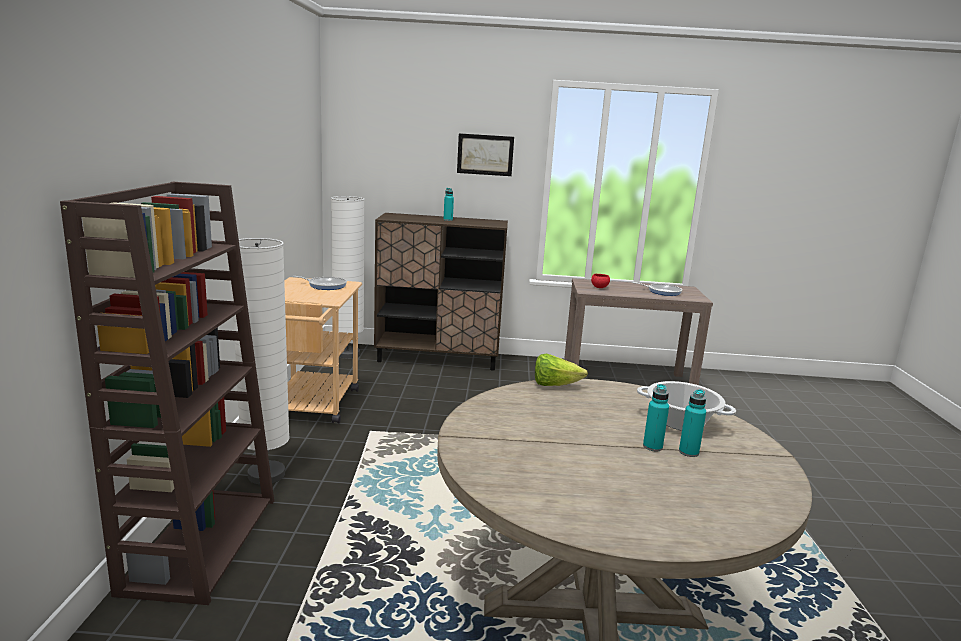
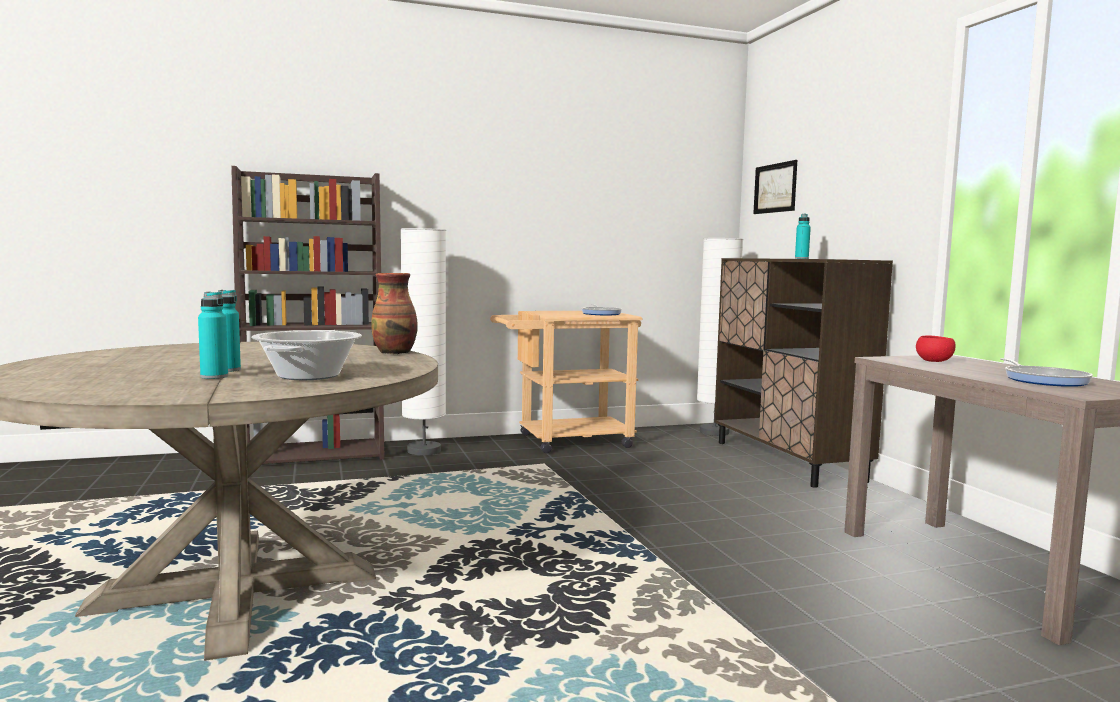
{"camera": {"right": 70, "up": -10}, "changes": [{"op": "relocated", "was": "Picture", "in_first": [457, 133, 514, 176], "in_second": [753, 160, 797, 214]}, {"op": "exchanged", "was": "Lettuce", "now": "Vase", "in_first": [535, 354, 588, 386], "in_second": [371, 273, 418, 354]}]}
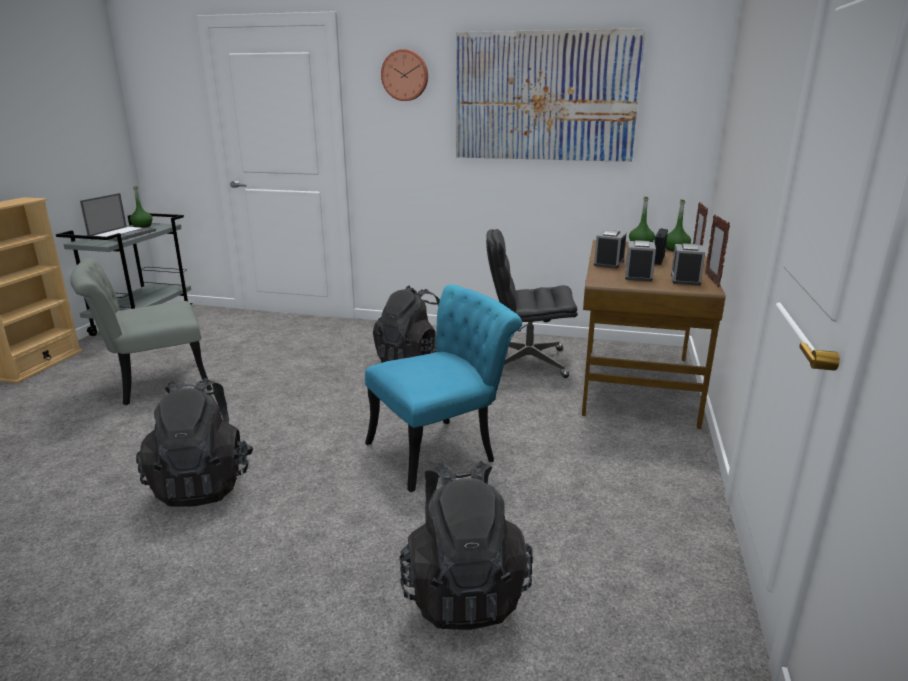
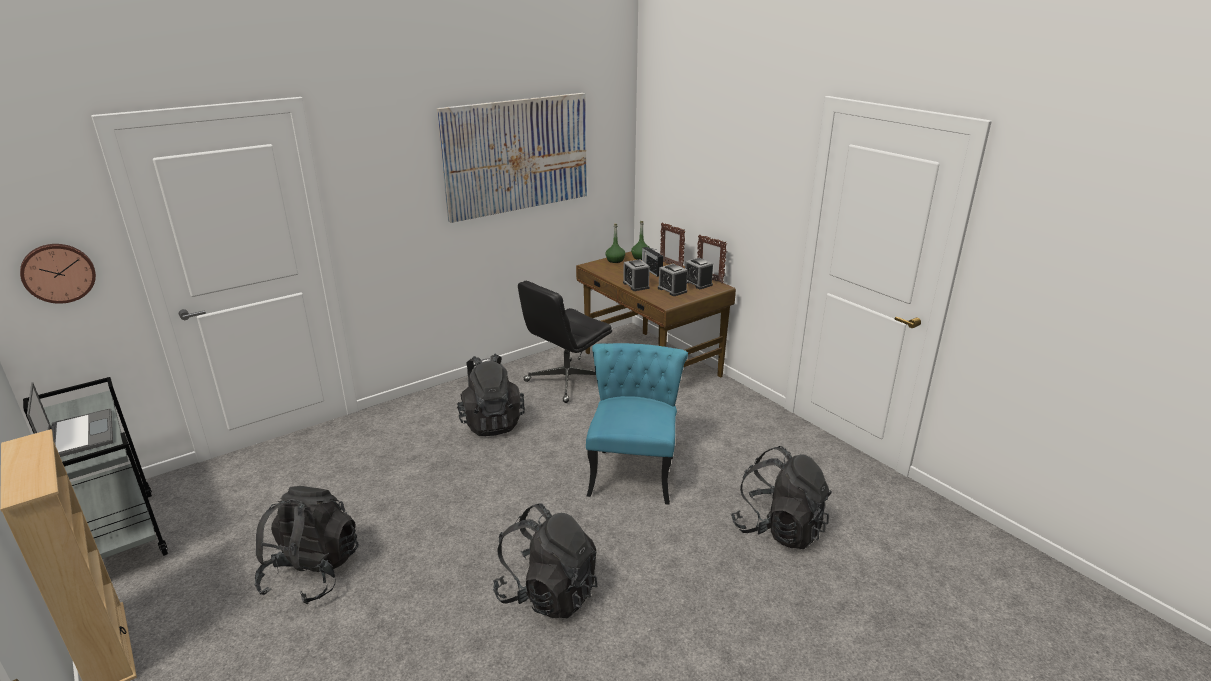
{"camera": {"right": -50, "up": 5}, "changes": [{"op": "relocated", "was": "WallClock", "in_first": [381, 49, 428, 101], "in_second": [20, 244, 96, 304]}, {"op": "missing", "was": "GreenBottle", "in_first": [130, 186, 153, 228]}, {"op": "exchanged", "was": "GreyChair", "now": "BlackBackpack", "in_first": [70, 258, 212, 405], "in_second": [254, 486, 359, 604]}]}
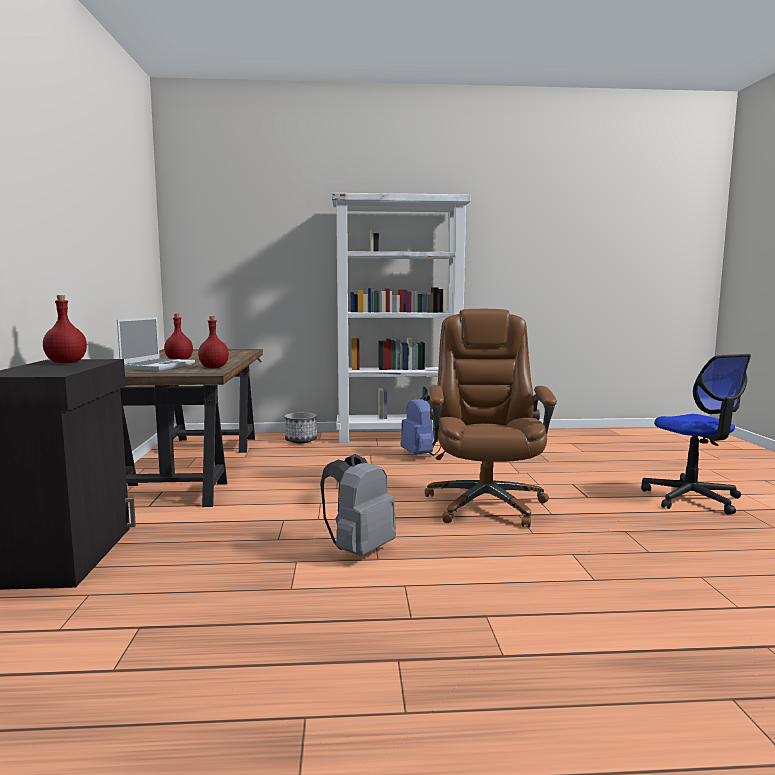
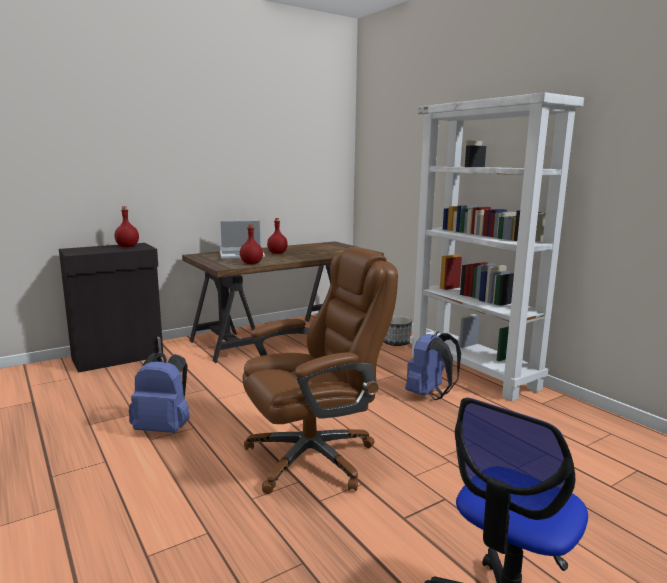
{"camera": {"right": 60, "up": 5}, "changes": [{"op": "colour", "was": "GreyBackpack", "now": "BlueBackpack", "in_first": [320, 454, 396, 556], "in_second": [129, 353, 190, 433]}]}
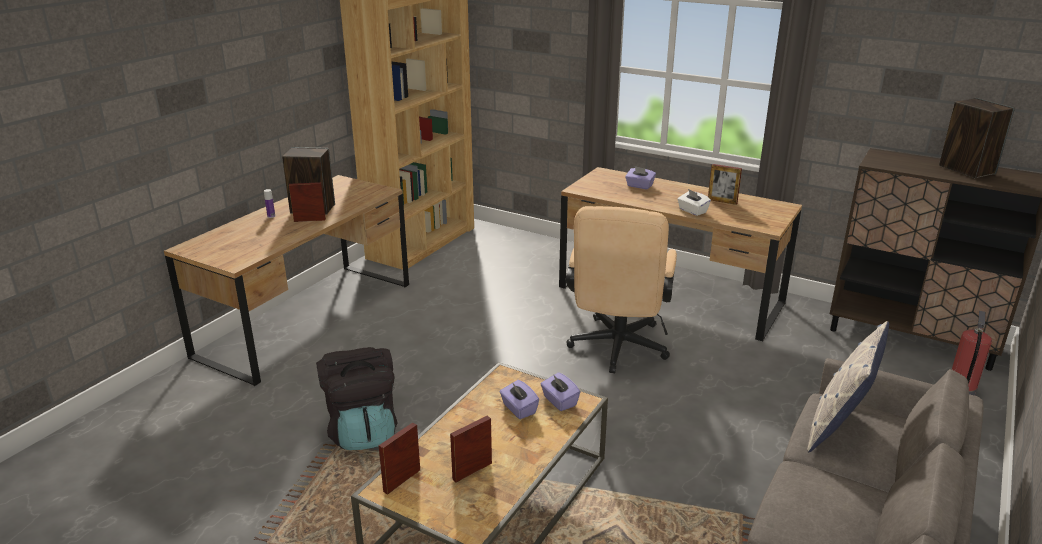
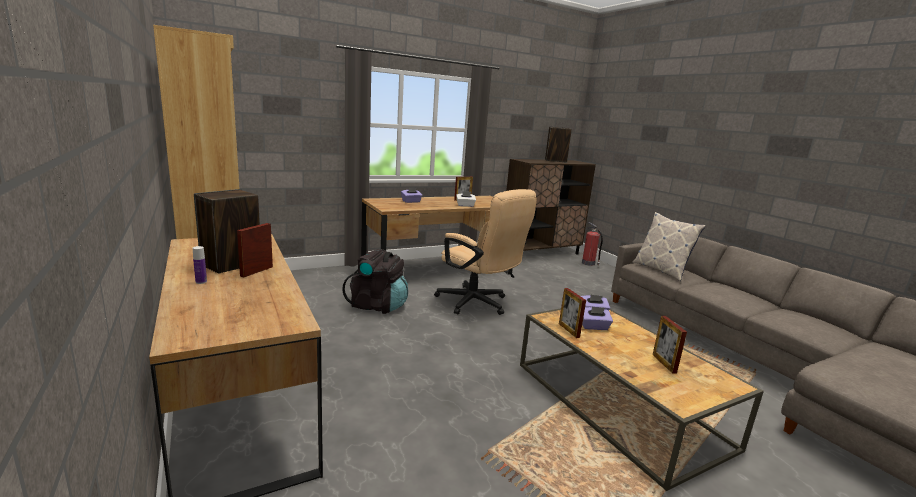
{"camera": {"right": -60, "up": -10}, "changes": [{"op": "relocated", "was": "BlackBackpack", "in_first": [316, 347, 398, 450], "in_second": [342, 249, 408, 314]}, {"op": "relocated", "was": "PictureFrame", "in_first": [379, 422, 420, 495], "in_second": [559, 288, 586, 338]}]}
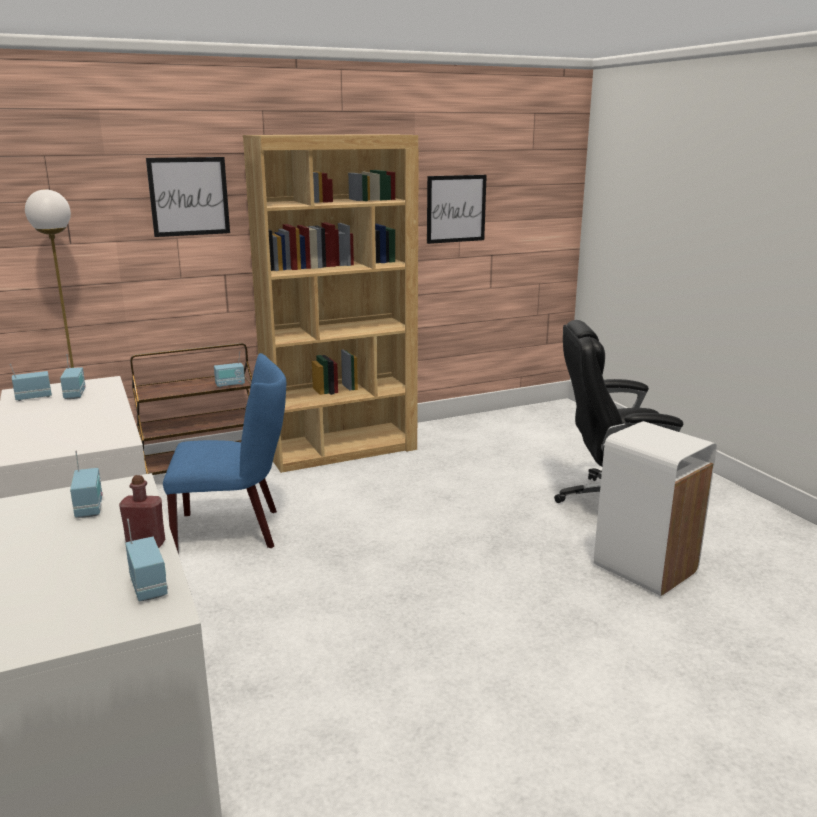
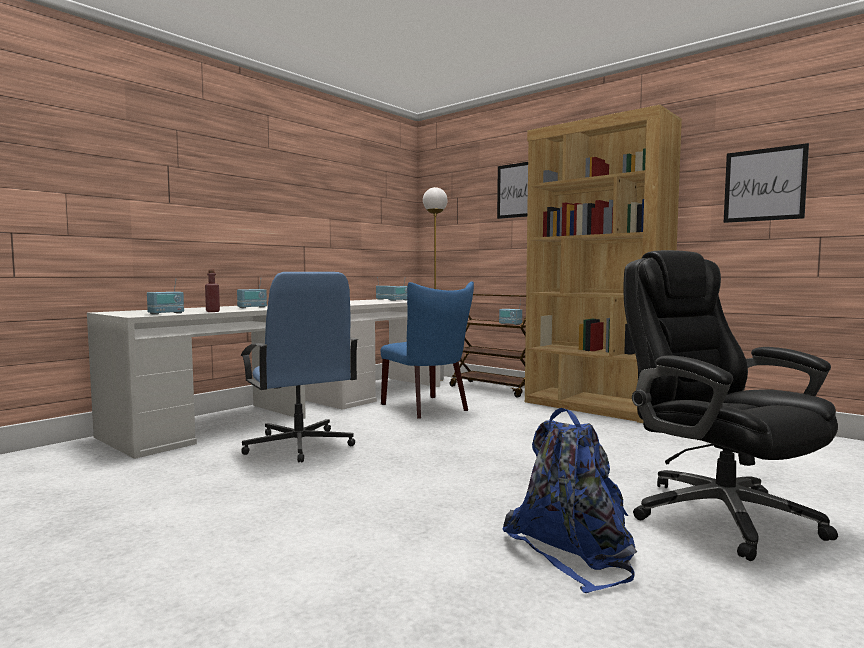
{"camera": {"right": 65, "up": -15}, "changes": [{"op": "exchanged", "was": "WhiteTrashCan", "now": "BlueBackpack", "in_first": [594, 421, 717, 596], "in_second": [503, 408, 637, 593]}, {"op": "appeared", "now": "BlueOfficeChair", "in_second": [240, 272, 359, 462]}]}
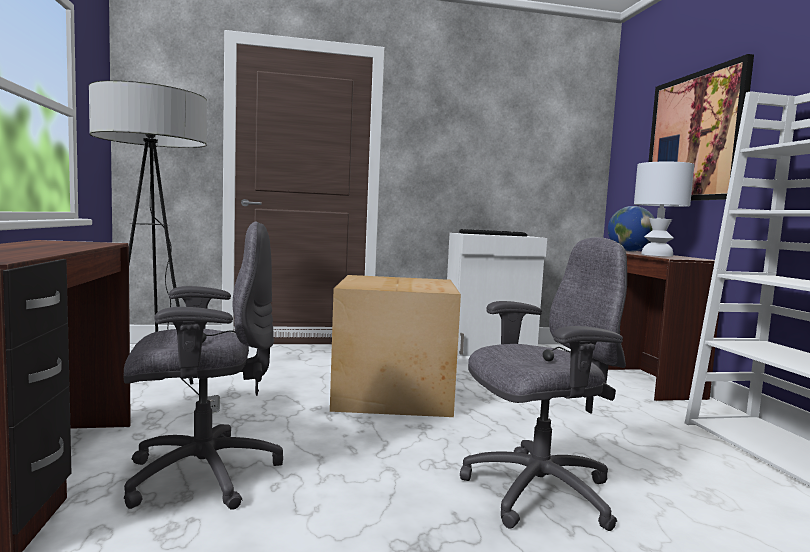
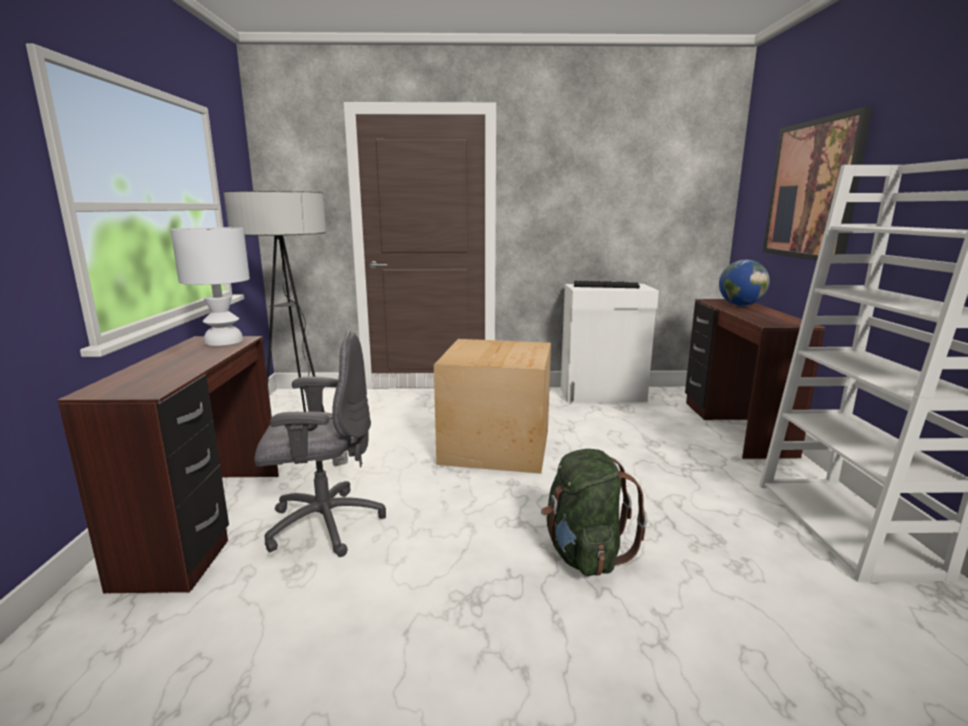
{"camera": {"right": 10, "up": 10}, "changes": [{"op": "relocated", "was": "WhiteTableLamp", "in_first": [634, 162, 694, 257], "in_second": [170, 227, 250, 346]}, {"op": "exchanged", "was": "GreyOfficeChair", "now": "GreenBackpack", "in_first": [460, 237, 627, 531], "in_second": [541, 449, 648, 576]}]}
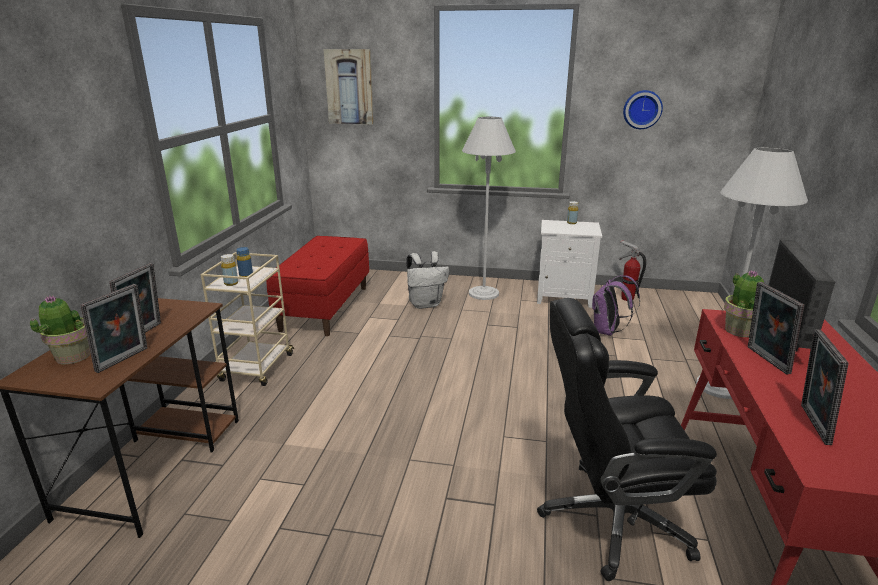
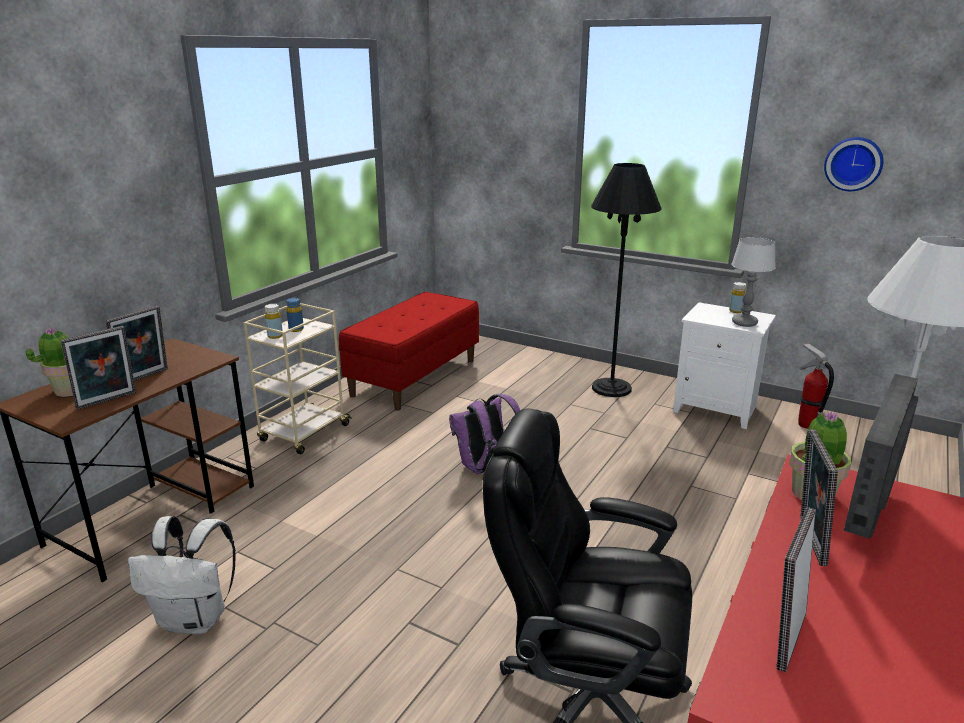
{"camera": {"right": 20, "up": 0}, "changes": [{"op": "missing", "was": "Picture", "in_first": [324, 49, 374, 124]}, {"op": "colour", "was": "WhiteFloorLamp", "now": "BlackFloorLamp", "in_first": [462, 117, 516, 300], "in_second": [591, 163, 661, 397]}, {"op": "relocated", "was": "WhiteBackpack", "in_first": [406, 251, 449, 309], "in_second": [128, 516, 236, 634]}, {"op": "relocated", "was": "PurpleBackpack", "in_first": [592, 275, 640, 336], "in_second": [449, 394, 520, 474]}, {"op": "appeared", "now": "TableLamp", "in_second": [732, 237, 776, 327]}]}
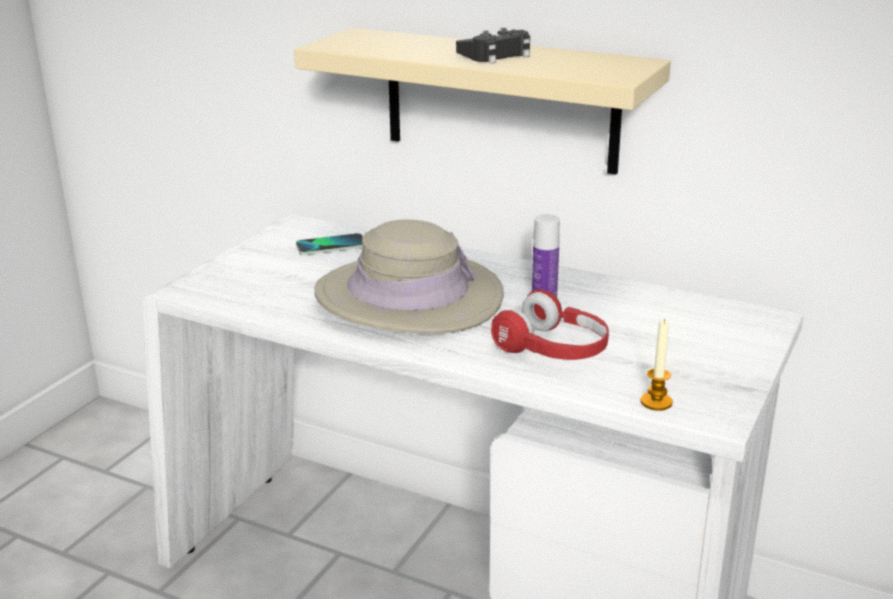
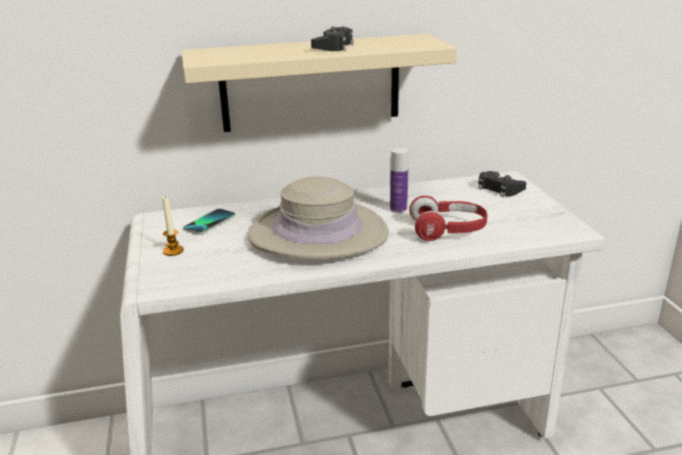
{"camera": {"right": -40, "up": 0}, "changes": [{"op": "relocated", "was": "Candle", "in_first": [641, 319, 673, 411], "in_second": [162, 197, 184, 256]}, {"op": "appeared", "now": "BlackGameController", "in_second": [478, 171, 526, 197]}]}
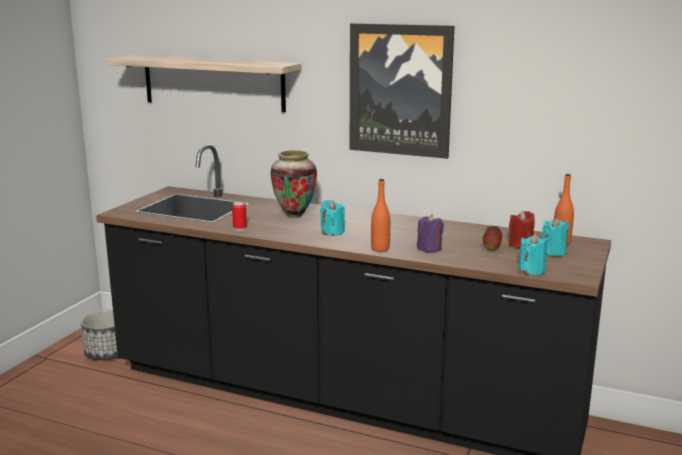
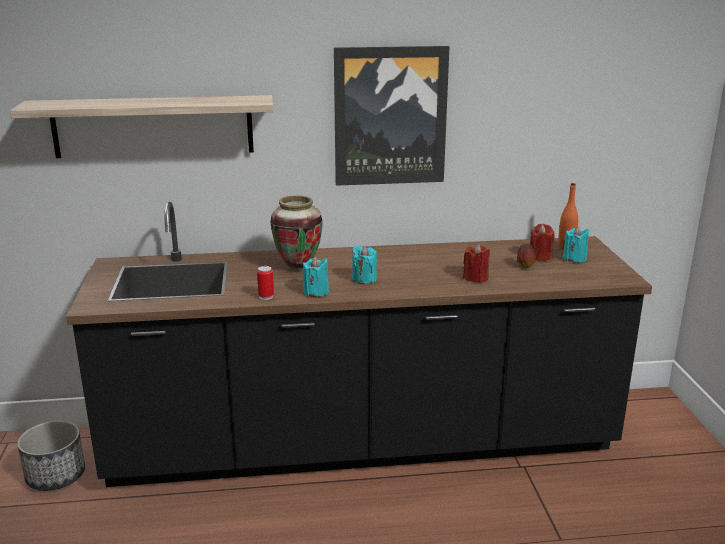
{"camera": {"right": -30, "up": 5}, "changes": [{"op": "missing", "was": "OrangeBottle", "in_first": [371, 179, 390, 252]}, {"op": "colour", "was": "PurpleCandle", "now": "RedCandle", "in_first": [417, 214, 444, 252], "in_second": [463, 244, 490, 283]}, {"op": "relocated", "was": "TurquoiseCandle", "in_first": [519, 234, 548, 275], "in_second": [303, 257, 329, 297]}]}
